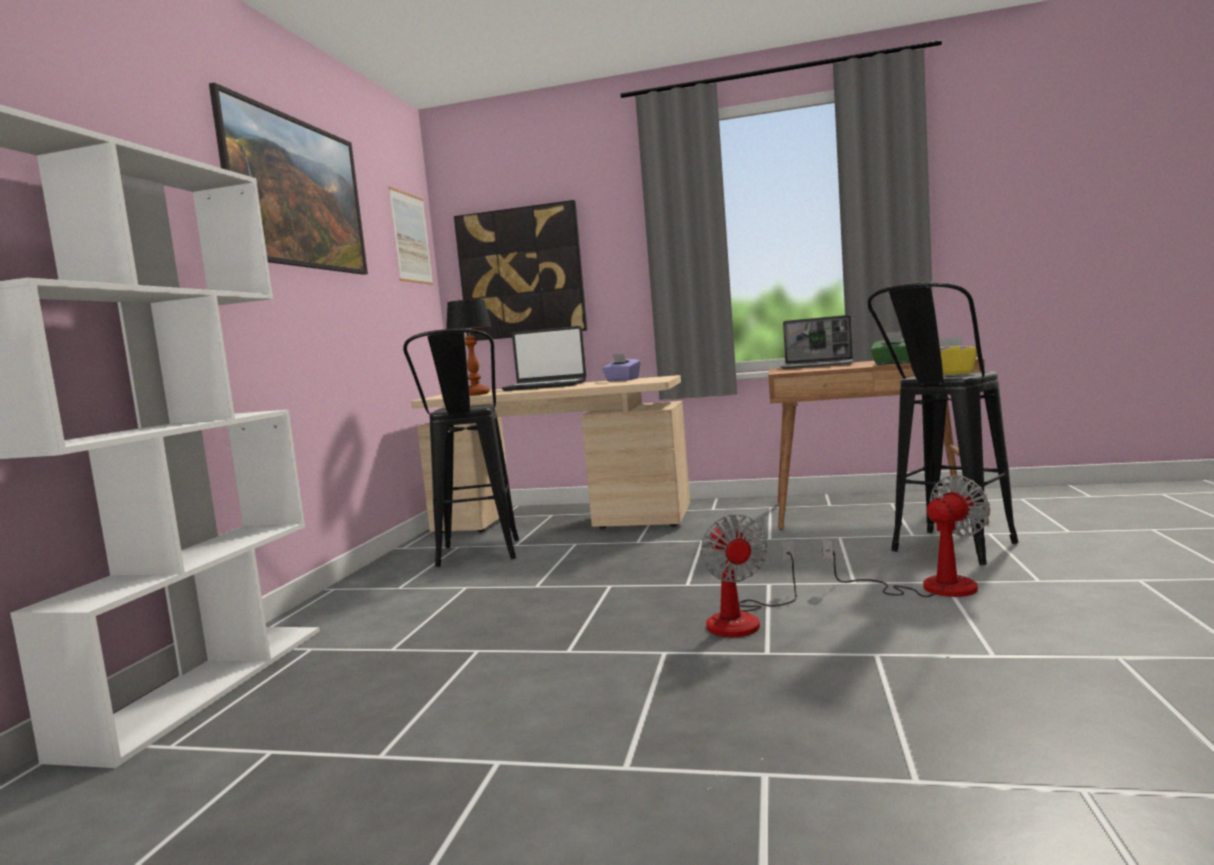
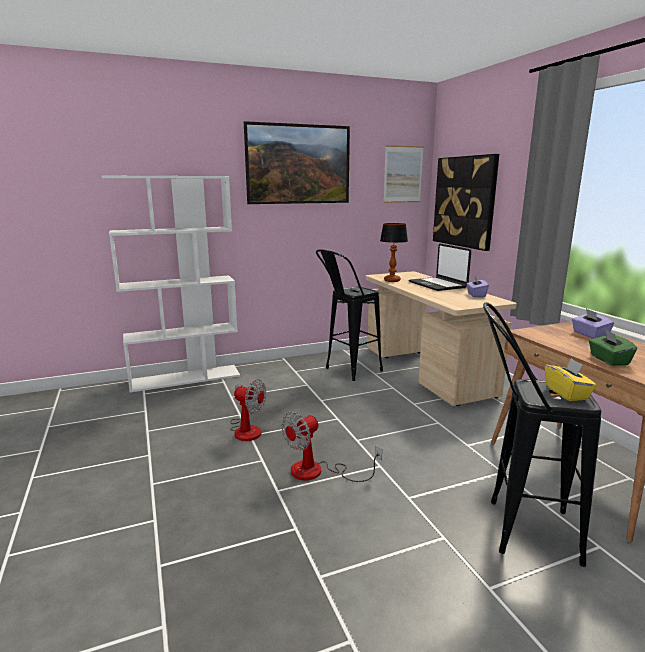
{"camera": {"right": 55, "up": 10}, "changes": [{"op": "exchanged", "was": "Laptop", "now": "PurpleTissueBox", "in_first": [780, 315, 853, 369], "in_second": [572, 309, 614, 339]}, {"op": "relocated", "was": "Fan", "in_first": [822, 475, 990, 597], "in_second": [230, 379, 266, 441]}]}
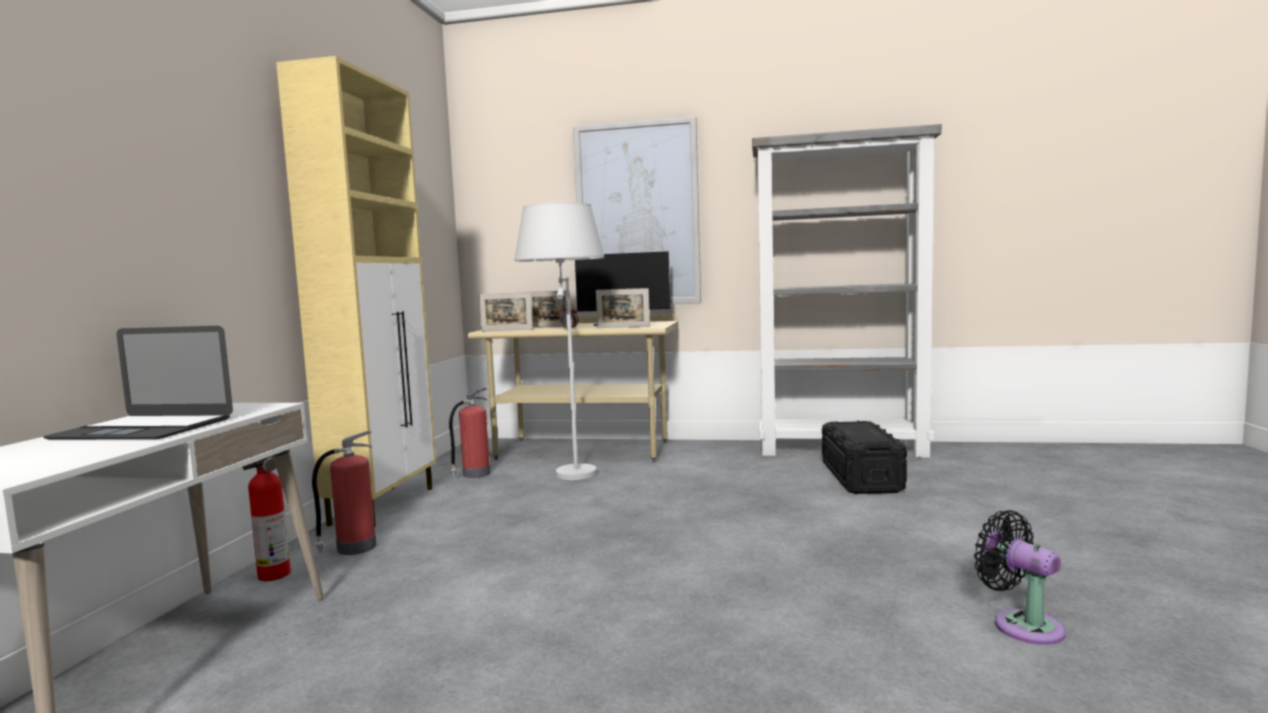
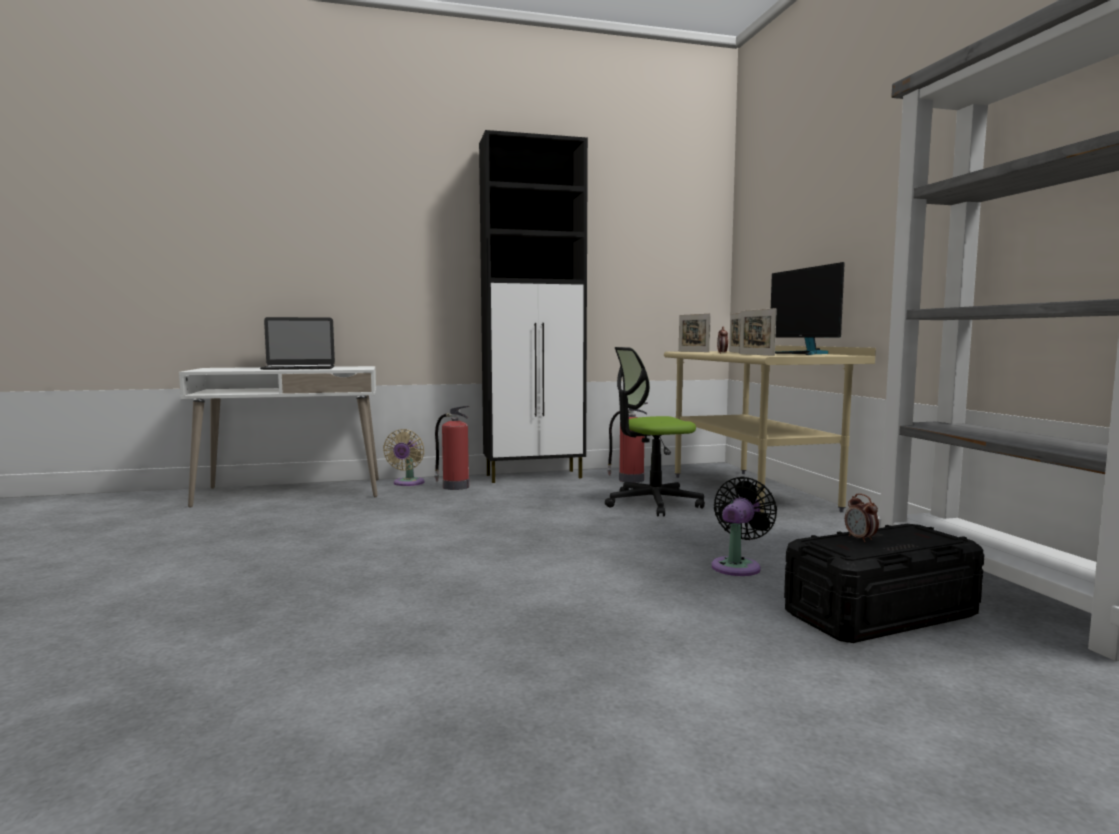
{"camera": {"right": 65, "up": 0}, "changes": [{"op": "colour", "was": "BeigeCabinet", "now": "BlackCabinet", "in_first": [276, 56, 436, 526], "in_second": [479, 130, 588, 483]}, {"op": "missing", "was": "Picture", "in_first": [573, 116, 701, 304]}, {"op": "exchanged", "was": "WhiteFloorLamp", "now": "OfficeChair", "in_first": [514, 203, 604, 480], "in_second": [605, 347, 705, 516]}, {"op": "spun", "was": "Laptop", "in_first": [43, 326, 233, 439], "in_second": [260, 317, 335, 370], "clockwise": -90}, {"op": "exchanged", "was": "FireExtinguisher", "now": "BeigeFan", "in_first": [243, 456, 291, 581], "in_second": [383, 429, 425, 486]}, {"op": "relocated", "was": "BlackFan", "in_first": [974, 510, 1065, 645], "in_second": [712, 477, 777, 576]}, {"op": "appeared", "now": "AlarmClock", "in_second": [845, 494, 879, 542]}]}
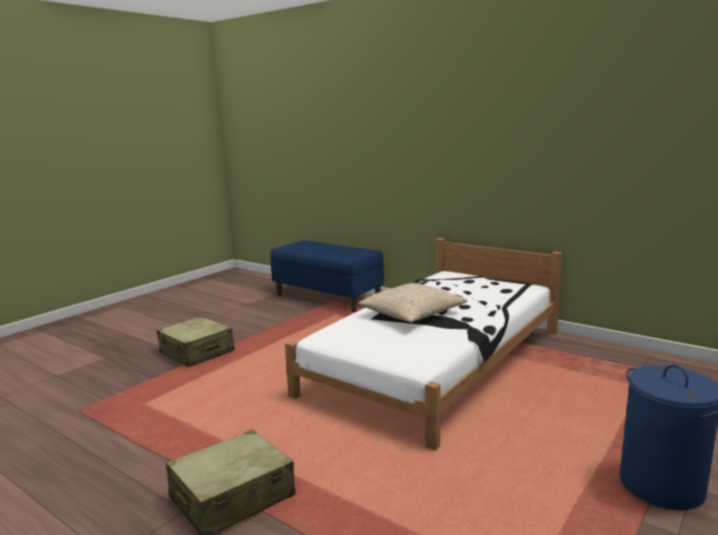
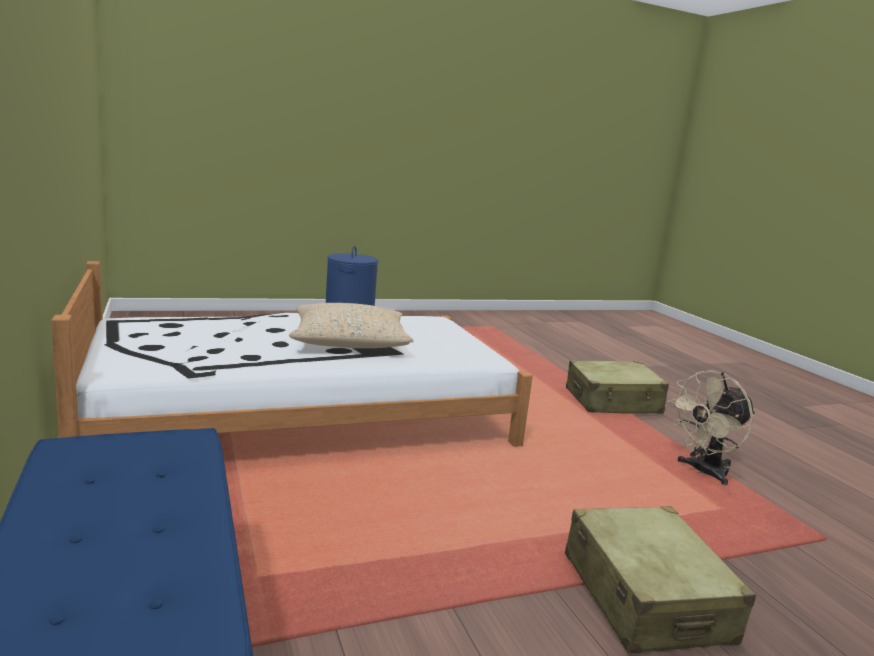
{"camera": {"right": -150, "up": 0}, "changes": [{"op": "appeared", "now": "BeigeFan", "in_second": [668, 370, 755, 485]}]}
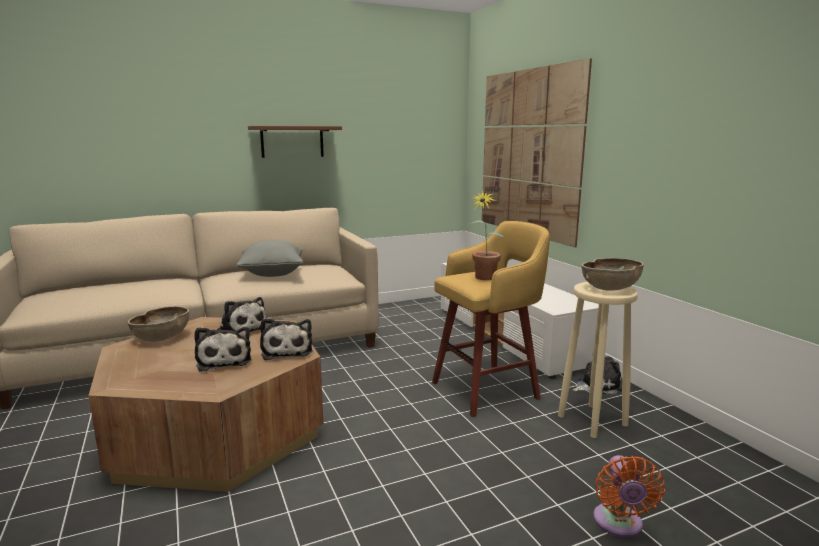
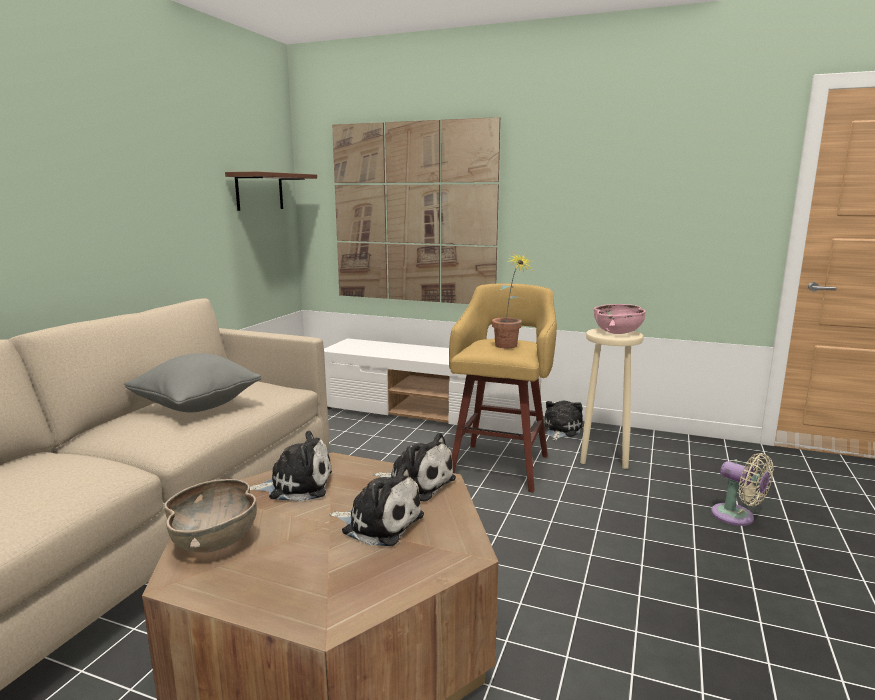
{"camera": {"right": -45, "up": 0}, "changes": [{"op": "relocated", "was": "BrownShelf", "in_first": [248, 126, 342, 158], "in_second": [225, 172, 317, 211]}, {"op": "colour", "was": "BrownBowl", "now": "PinkBowl", "in_first": [582, 258, 644, 291], "in_second": [594, 304, 646, 334]}, {"op": "colour", "was": "OrangeFan", "now": "BeigeFan", "in_first": [593, 455, 665, 538], "in_second": [711, 453, 774, 526]}]}
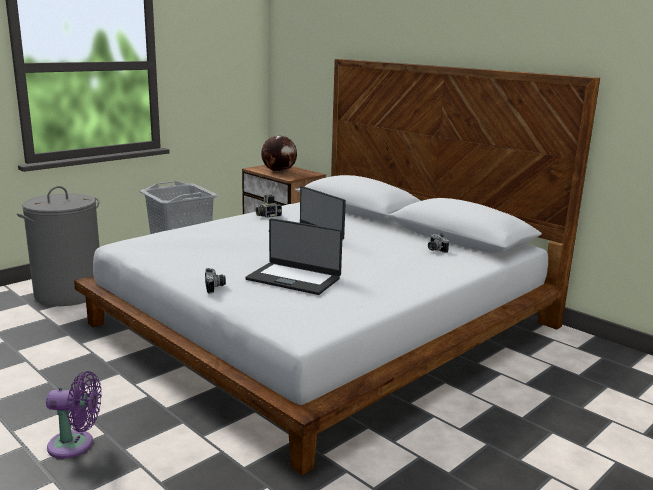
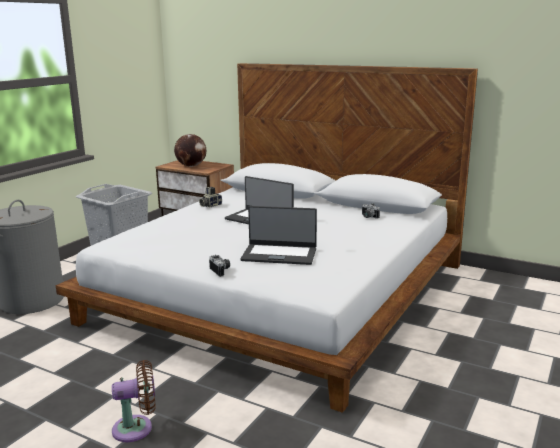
{"camera": {"right": -15, "up": 0}, "changes": [{"op": "colour", "was": "PurpleFan", "now": "BrownFan", "in_first": [46, 371, 102, 458], "in_second": [112, 360, 156, 442]}]}
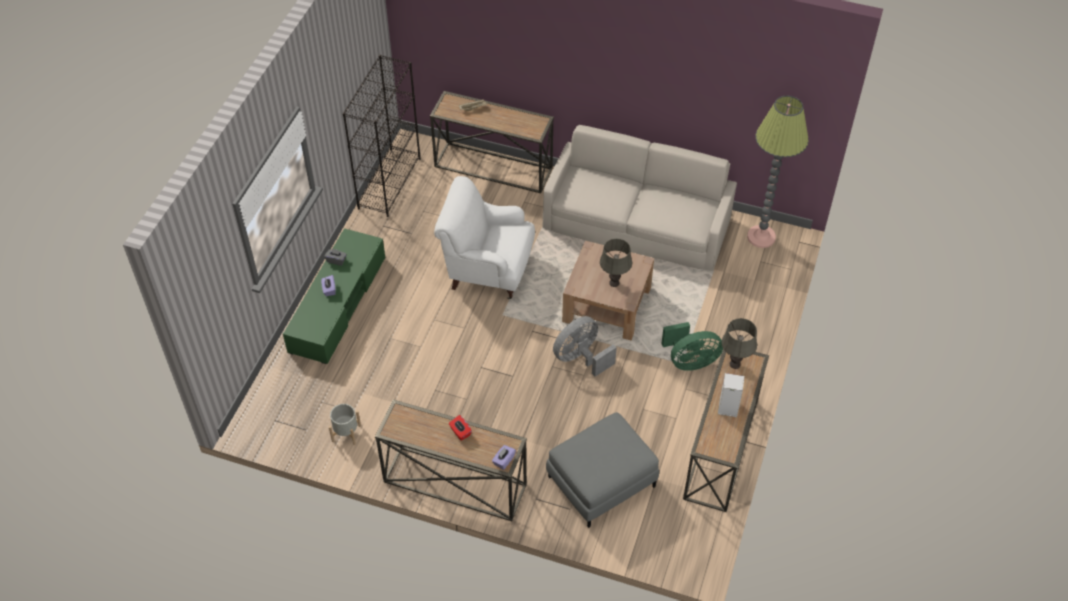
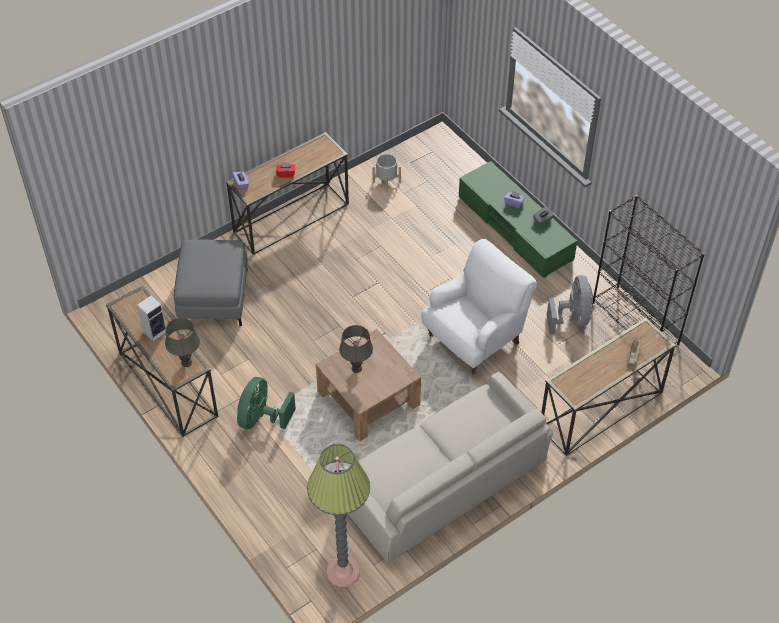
{"camera": {"right": 125, "up": 0}, "changes": [{"op": "relocated", "was": "GreyFan", "in_first": [553, 316, 617, 377], "in_second": [547, 275, 593, 334]}]}
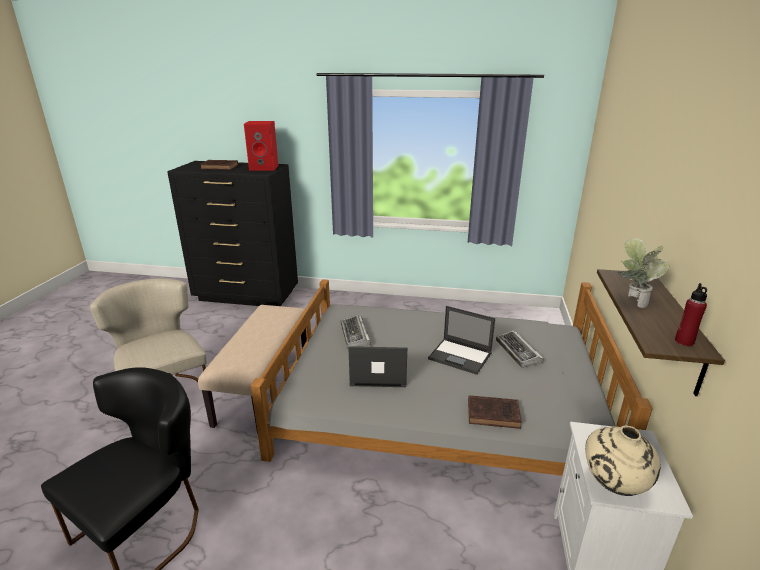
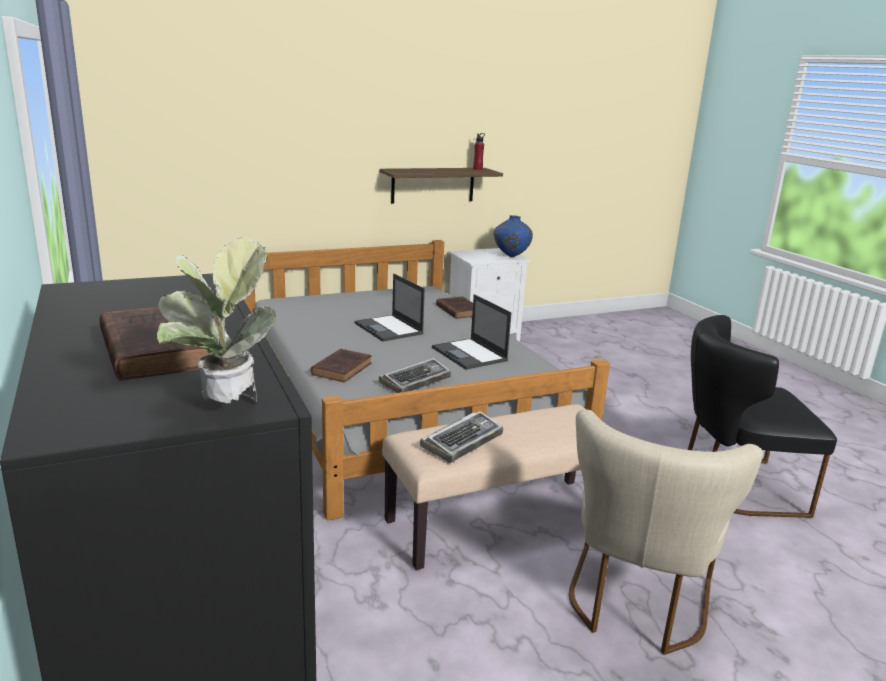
{"camera": {"right": -125, "up": -5}, "changes": [{"op": "missing", "was": "RedSpeaker", "in_first": [244, 121, 278, 170]}, {"op": "relocated", "was": "PottedPlant", "in_first": [617, 238, 670, 308], "in_second": [157, 238, 276, 403]}, {"op": "spun", "was": "Laptop", "in_first": [428, 306, 495, 375], "in_second": [355, 274, 425, 342], "clockwise": 150}, {"op": "relocated", "was": "Keyboard", "in_first": [496, 330, 544, 368], "in_second": [420, 411, 503, 463]}, {"op": "colour", "was": "BeigeVase", "now": "BlueVase", "in_first": [585, 425, 661, 496], "in_second": [494, 215, 533, 257]}, {"op": "appeared", "now": "BrownBook", "in_second": [311, 349, 372, 382]}]}
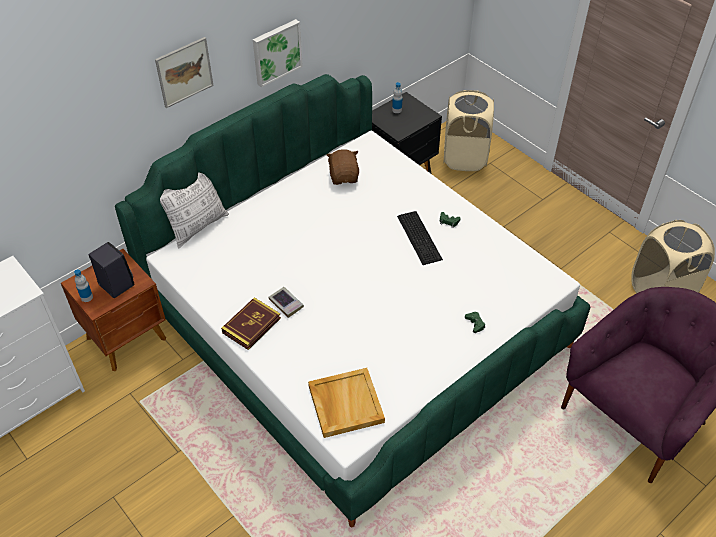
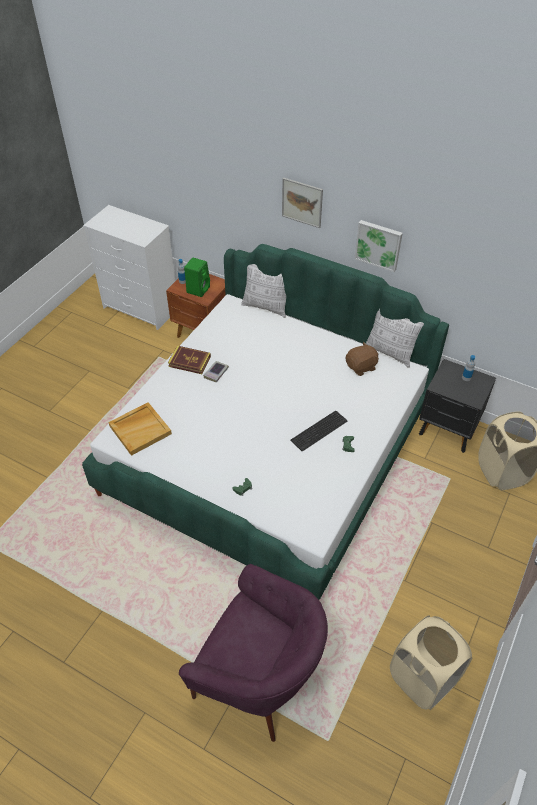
{"camera": {"right": 70, "up": 0}, "changes": [{"op": "colour", "was": "BlackSpeaker", "now": "GreenSpeaker", "in_first": [89, 242, 134, 298], "in_second": [184, 258, 210, 297]}, {"op": "appeared", "now": "Pillow", "in_second": [366, 309, 424, 368]}]}
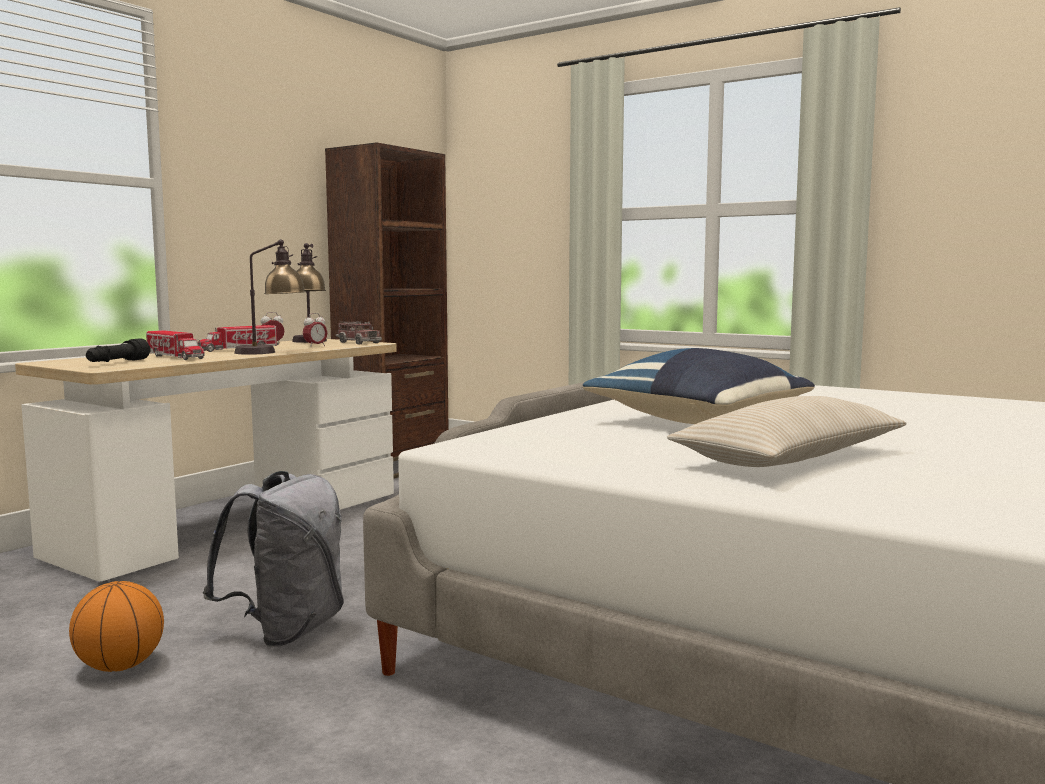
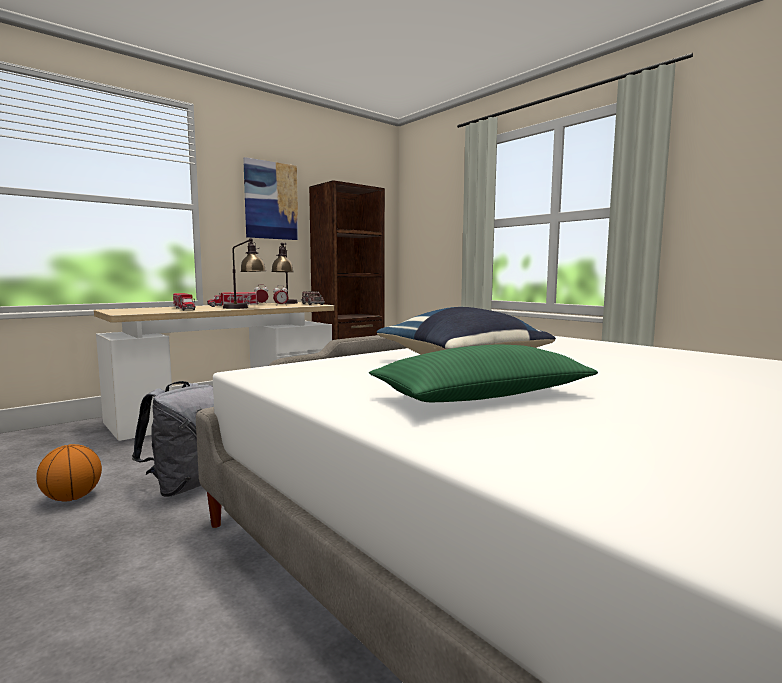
{"camera": {"right": 15, "up": 0}, "changes": [{"op": "missing", "was": "BlackFlashlight", "in_first": [86, 338, 151, 362]}, {"op": "colour", "was": "BeigePillow", "now": "GreenPillow", "in_first": [667, 396, 906, 467], "in_second": [369, 345, 598, 402]}, {"op": "appeared", "now": "Picture", "in_second": [243, 157, 298, 240]}]}
